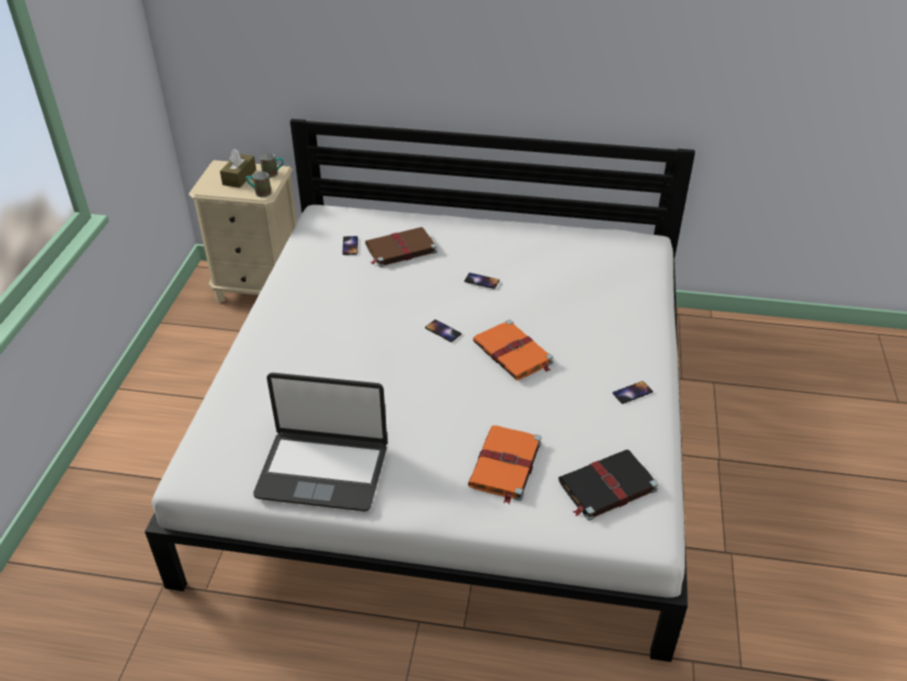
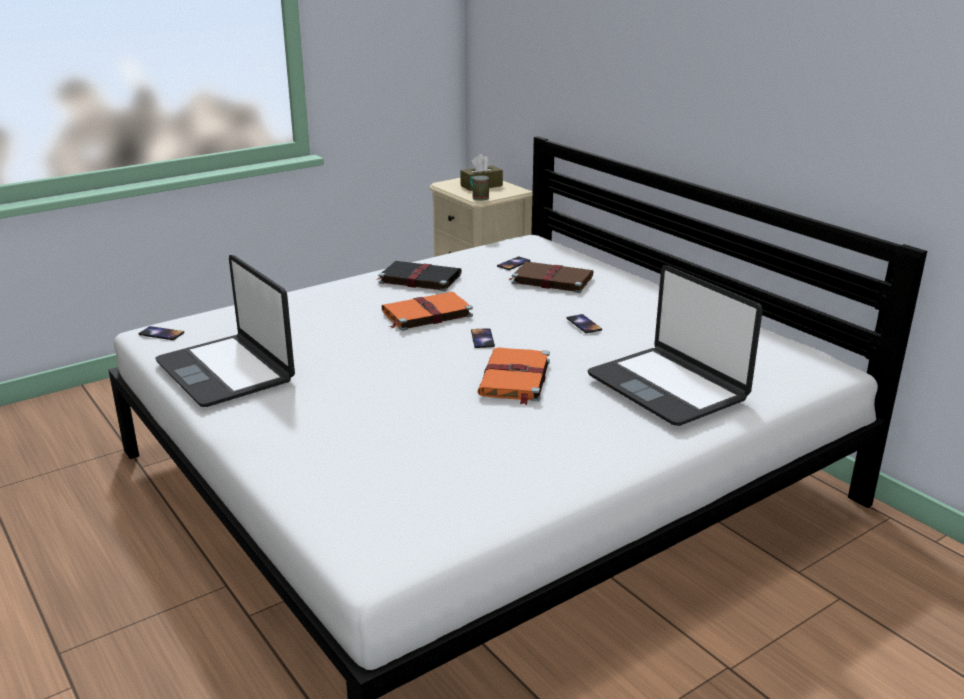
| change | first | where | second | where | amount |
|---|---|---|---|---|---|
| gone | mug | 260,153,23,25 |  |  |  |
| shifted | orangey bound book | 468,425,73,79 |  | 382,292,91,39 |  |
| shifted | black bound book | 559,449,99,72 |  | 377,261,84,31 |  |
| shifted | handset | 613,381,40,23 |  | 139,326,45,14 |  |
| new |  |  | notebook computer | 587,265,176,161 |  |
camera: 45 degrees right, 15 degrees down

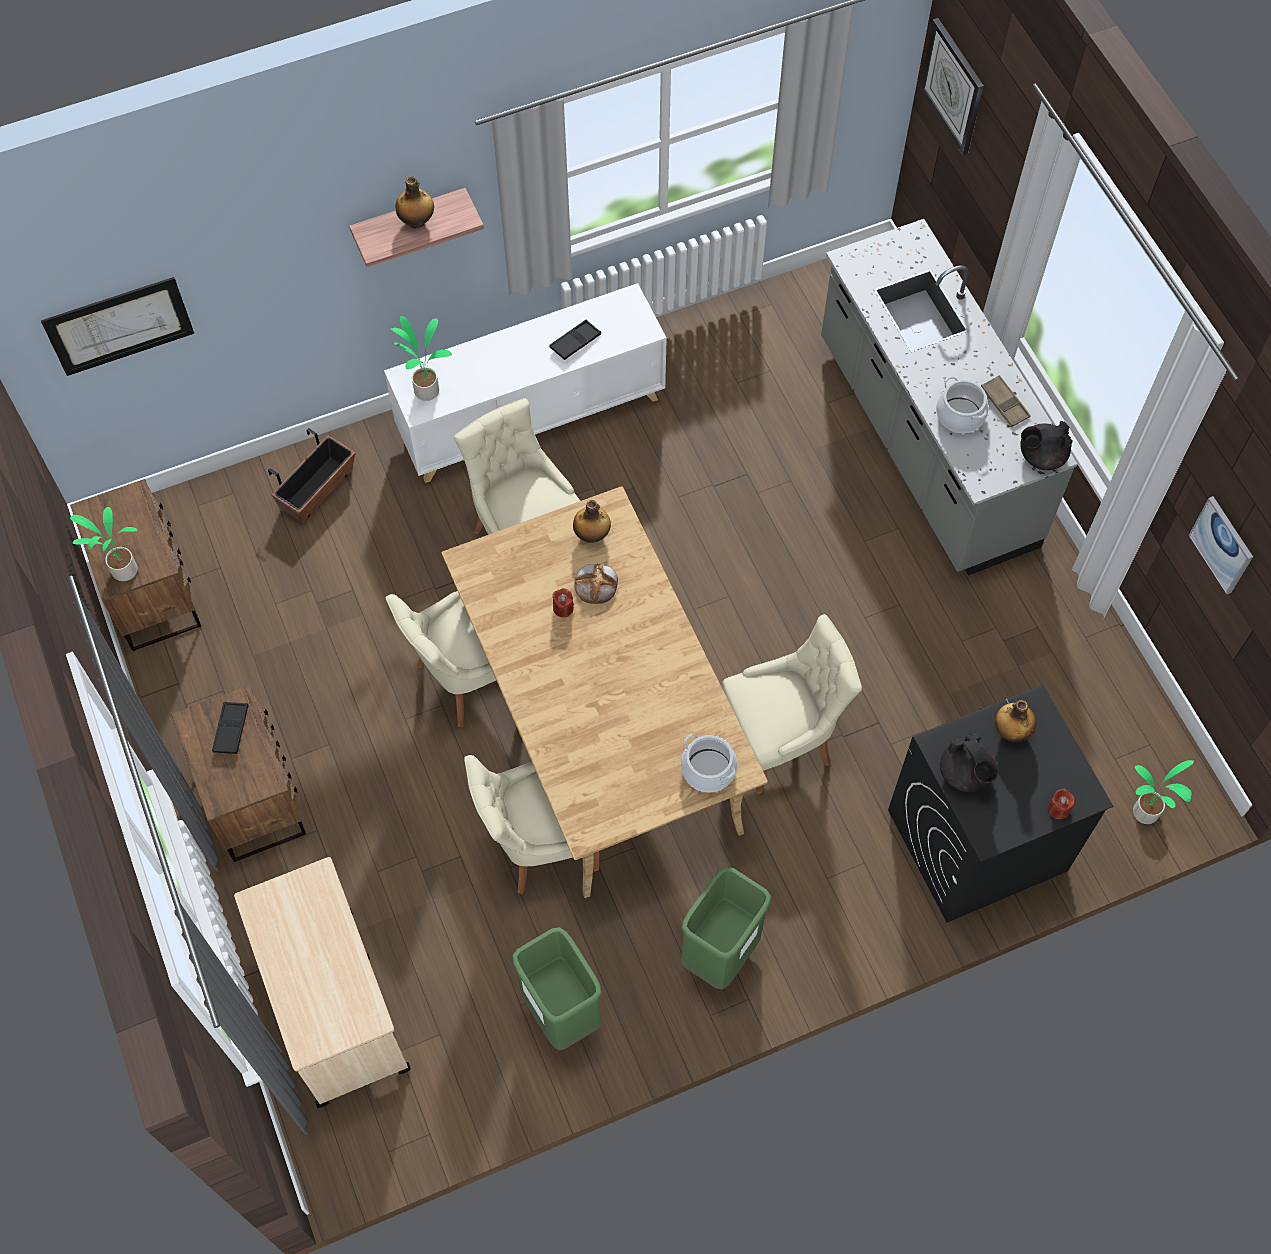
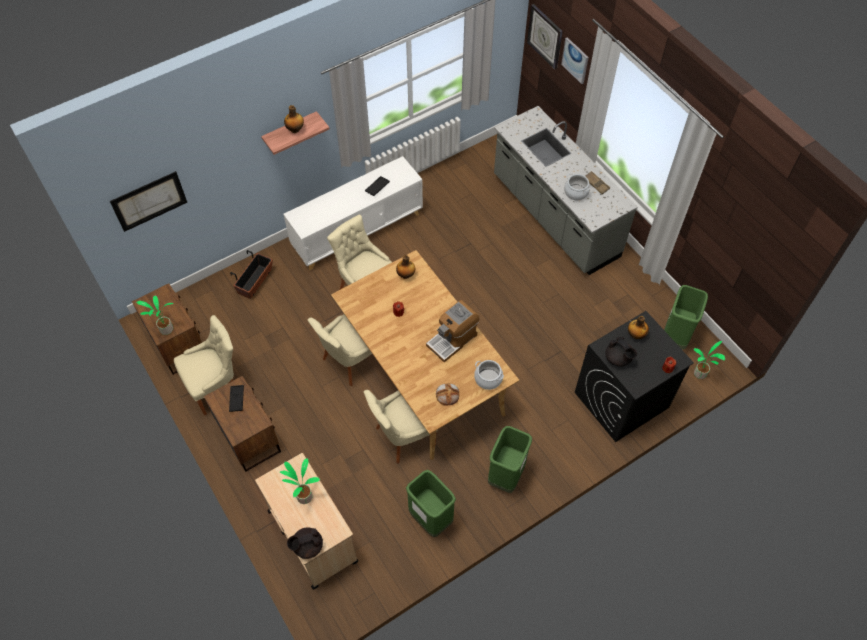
| change | first | where | second | where | amount |
|---|---|---|---|---|---|
| shifted | potted plant | 391,316,61,85 |  | 280,459,40,45 |  |
| shifted | bakery bread | 575,564,43,40 |  | 436,383,23,23 |  |
| shifted | beige chair | 722,614,140,180 |  | 174,315,60,101 |  |
| shifted | black teapot | 1020,421,53,49 |  | 287,528,36,31 |  |
| shifted | picture | 1189,496,64,98 |  | 561,37,28,47 |  |
| new |  |  | coffee maker | 426,300,54,62 |  |
| new |  |  | green waste bin | 664,285,44,64 |  |
camera: 10 degrees left, 5 degrees down

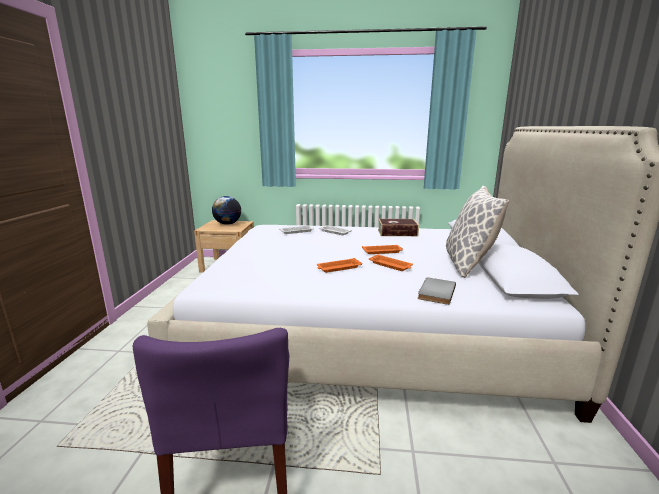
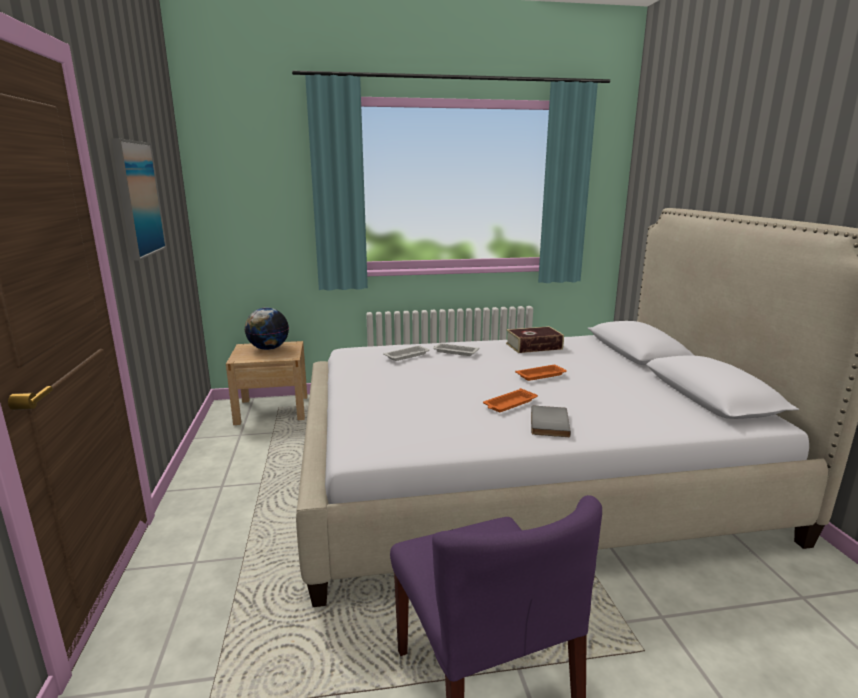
| change | first | where | second | where | amount |
|---|---|---|---|---|---|
| gone | orangey carrying tray | 369,254,44,17 |  |  |  |
| shifted | greyish bound book | 418,278,38,27 |  | 531,406,40,31 |  |
| gone | cushion | 446,186,63,92 |  |  |  |
| new |  |  | picture | 111,138,56,123 |  |
camera: 15 degrees left, 0 degrees up

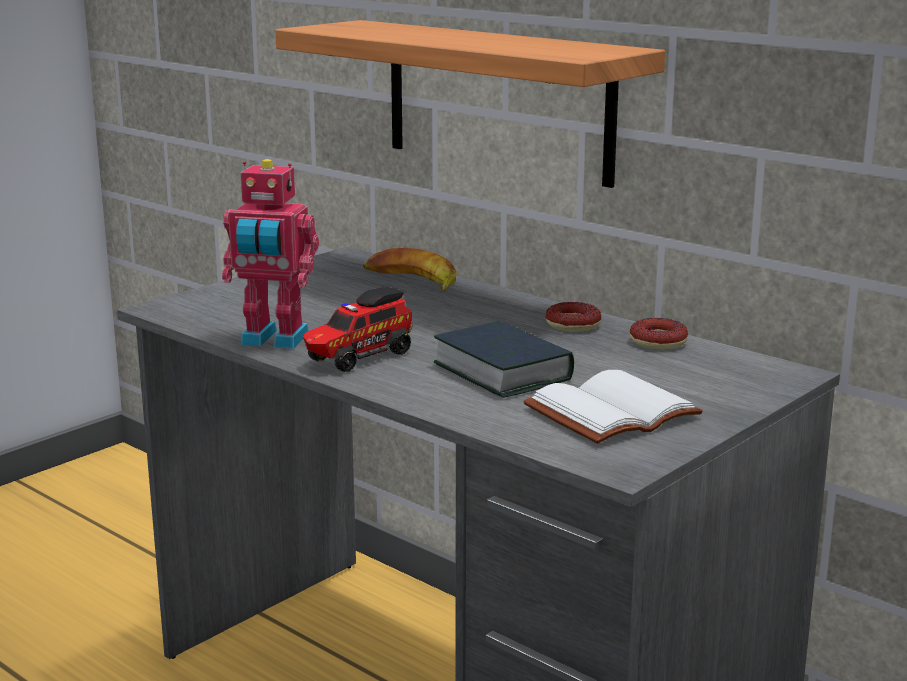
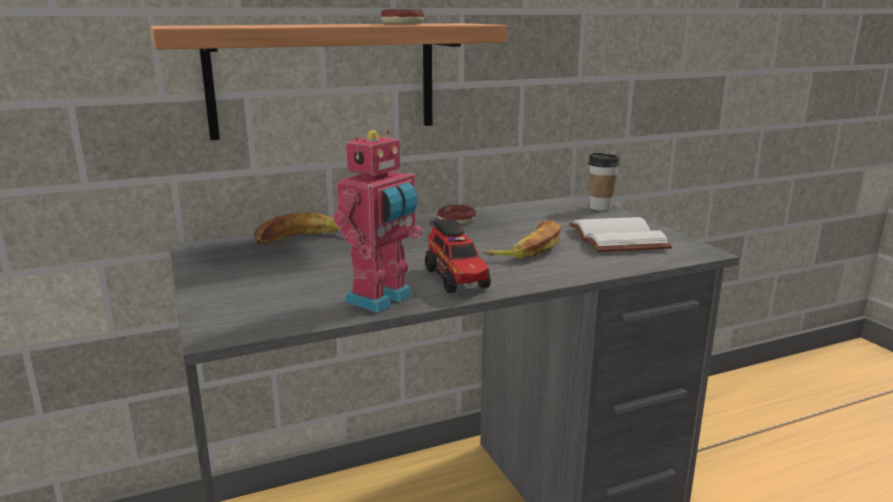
| change | first | where | second | where | amount |
|---|---|---|---|---|---|
| swapped | bound book | 434,321,140,77 | banana | 483,220,77,39 |  |
| shifted | ring doughnut | 630,318,58,32 |  | 381,9,43,15 |  |
| new |  |  | drinking cup | 588,153,32,58 |  |
camera: 65 degrees left, 0 degrees up

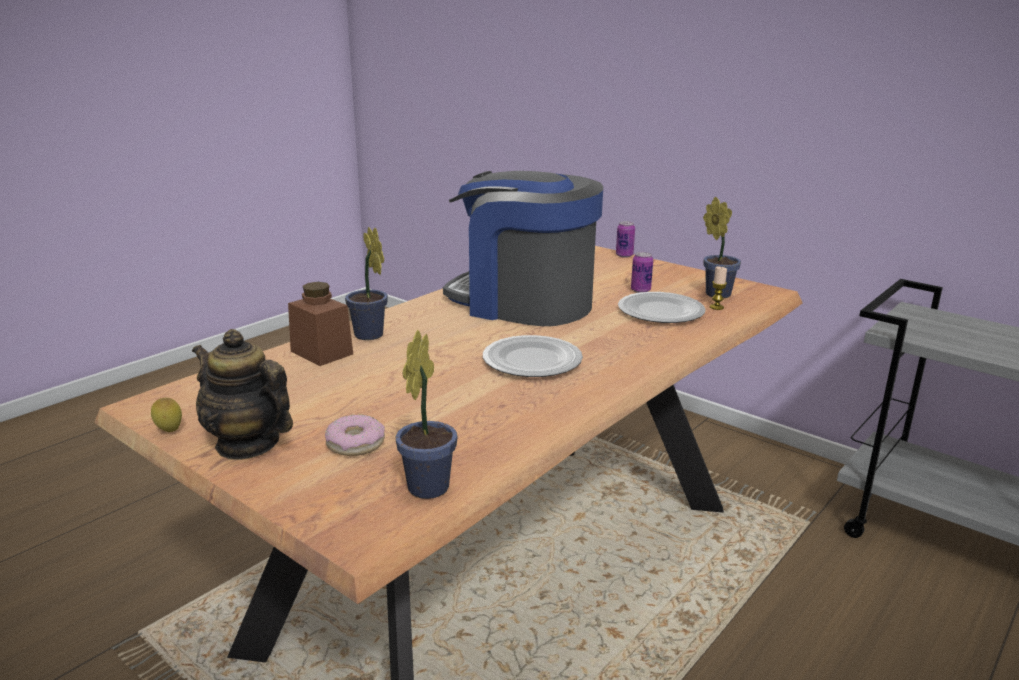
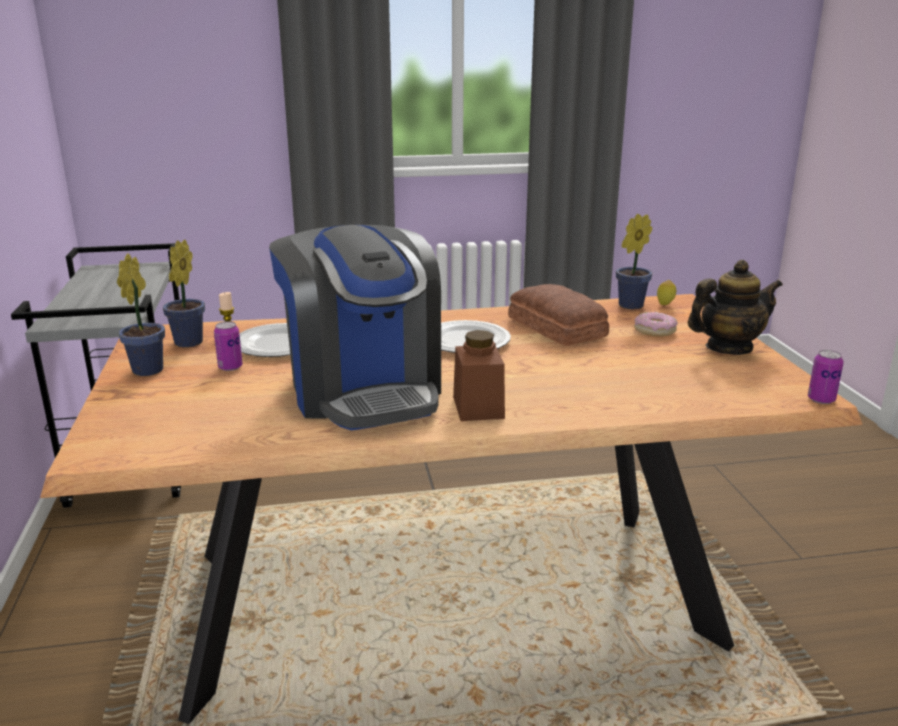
| change | first | where | second | where | amount |
|---|---|---|---|---|---|
| shifted | whole lemon | 151,398,31,34 |  | 657,280,19,25 |  |
| rotated | teapot | 192,329,101,131 |  | 688,260,95,95 | 90 degrees counterclockwise |
| shifted | brownish preserve jar | 288,282,65,84 |  | 453,330,52,91 |  |
| shifted | potted plant | 345,227,43,113 |  | 117,253,48,123 |  |
| shifted | can | 616,221,19,37 |  | 808,350,36,54 |  |
| new |  |  | bakery bread | 508,284,101,62 |  |
camera: 140 degrees left, 0 degrees up

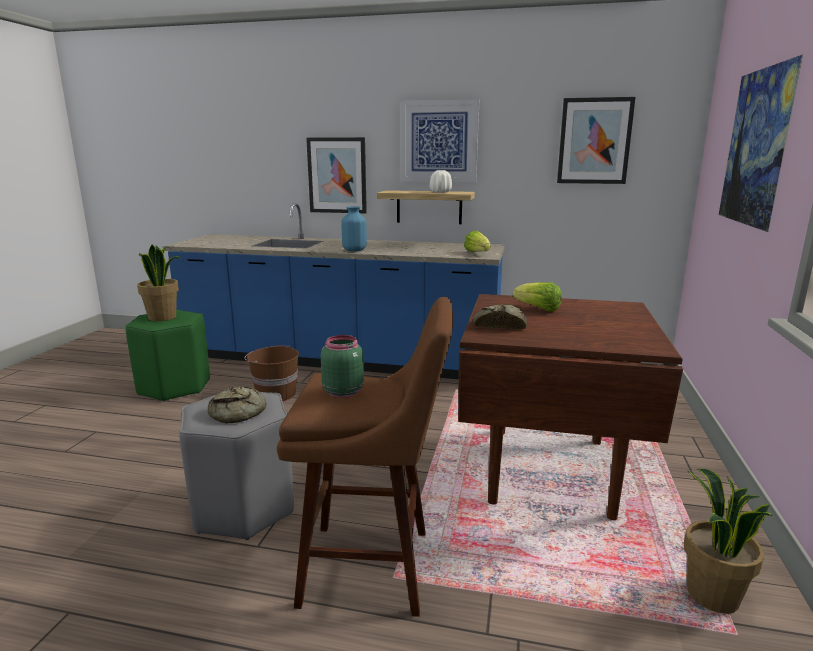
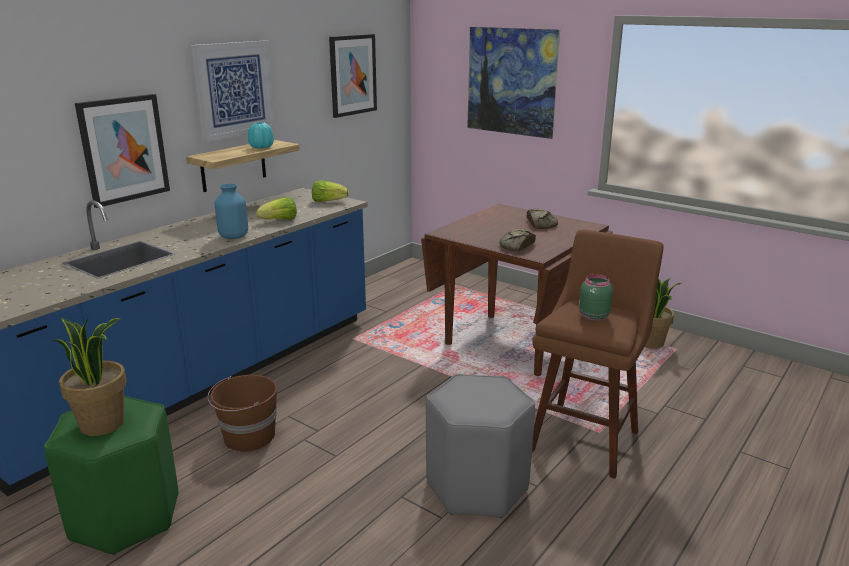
| change | first | where | second | where | amount |
|---|---|---|---|---|---|
| shifted | bakery bread | 208,386,59,37 |  | 527,208,31,21 |  |
| repainted | white-coloured flower vase | 430,170,22,23 | turquoise flower vase | 248,122,26,27 |  |
| shifted | head of lettuce | 513,282,49,30 |  | 256,197,41,23 |  |
camera: 65 degrees left, 5 degrees up

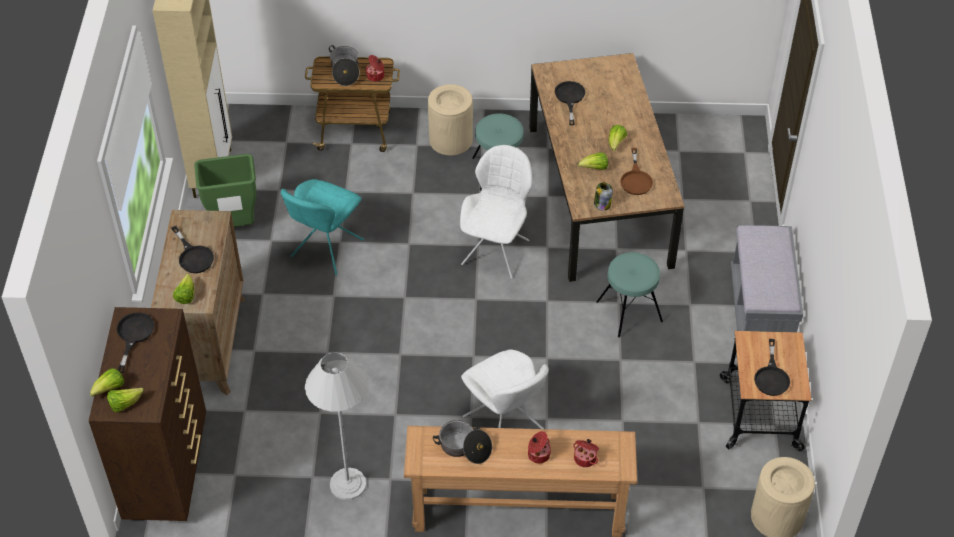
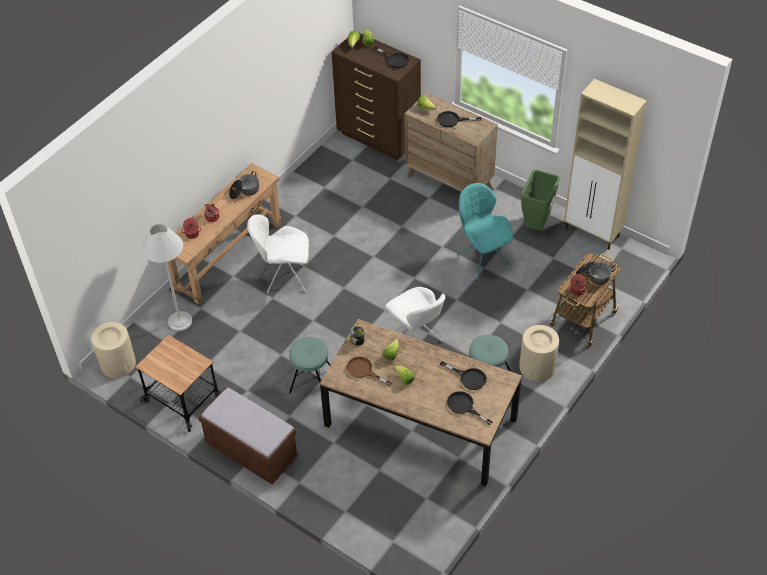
| change | first | where | second | where | amount |
|---|---|---|---|---|---|
| shifted | white-coloured floor lamp | 305,352,63,148 |  | 142,224,50,107 |  |
| repainted | greyish long seat | 731,225,72,107 | brownish long seat | 198,387,101,98 |  |
| shifted | black pan | 754,339,36,57 |  | 447,391,45,34 |  |
camera: 125 degrees right, 0 degrees up

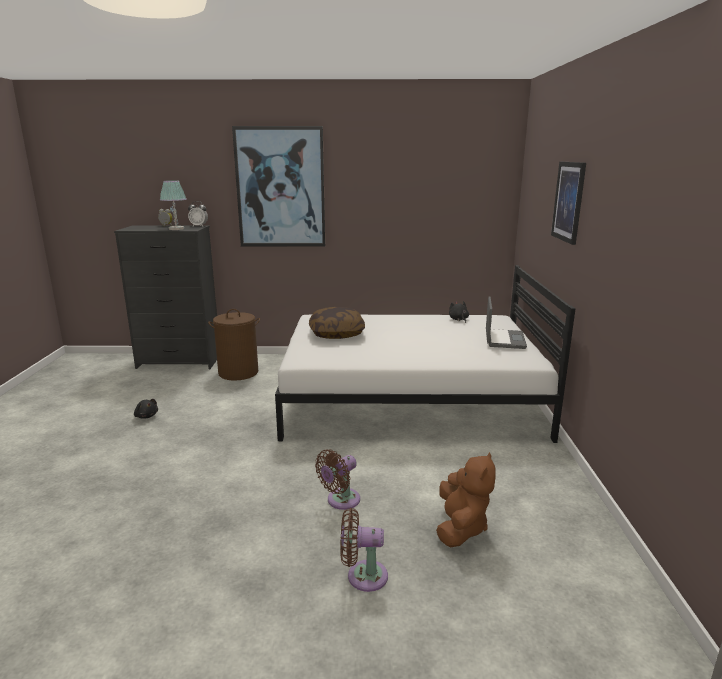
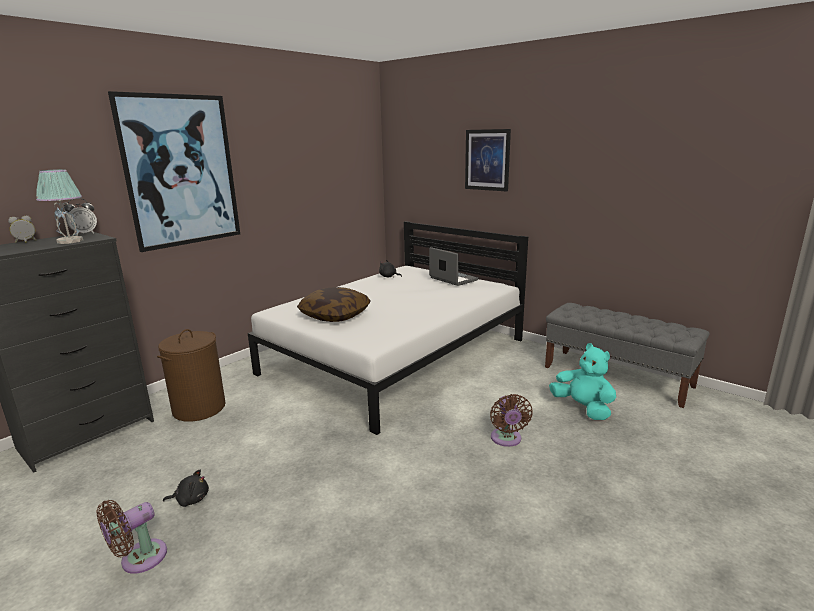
| change | first | where | second | where | amount |
|---|---|---|---|---|---|
| shifted | brownish electric fan | 340,508,48,84 |  | 96,500,71,74 |  |
| repainted | brownish plush toy | 436,452,60,95 | turquoise plush toy | 549,343,67,77 |  |
| new |  |  | greyish long seat | 545,303,165,105 |  |
camera: 50 degrees left, 0 degrees up

